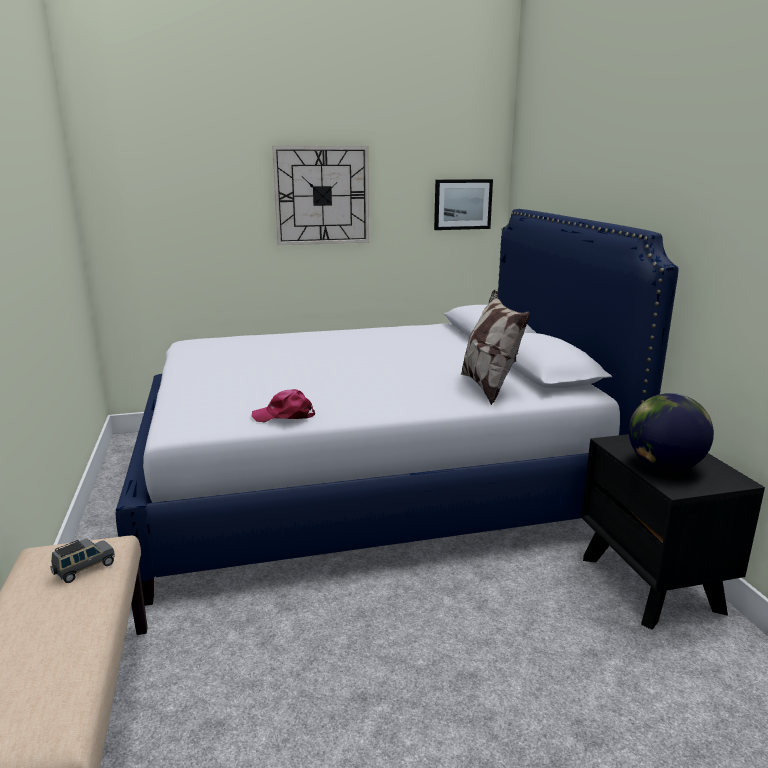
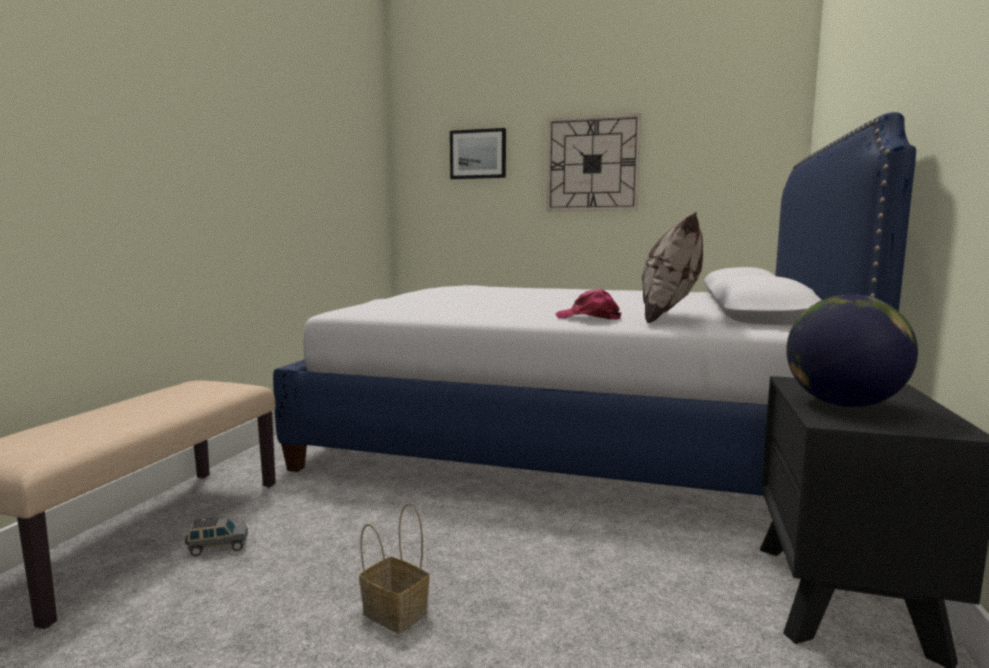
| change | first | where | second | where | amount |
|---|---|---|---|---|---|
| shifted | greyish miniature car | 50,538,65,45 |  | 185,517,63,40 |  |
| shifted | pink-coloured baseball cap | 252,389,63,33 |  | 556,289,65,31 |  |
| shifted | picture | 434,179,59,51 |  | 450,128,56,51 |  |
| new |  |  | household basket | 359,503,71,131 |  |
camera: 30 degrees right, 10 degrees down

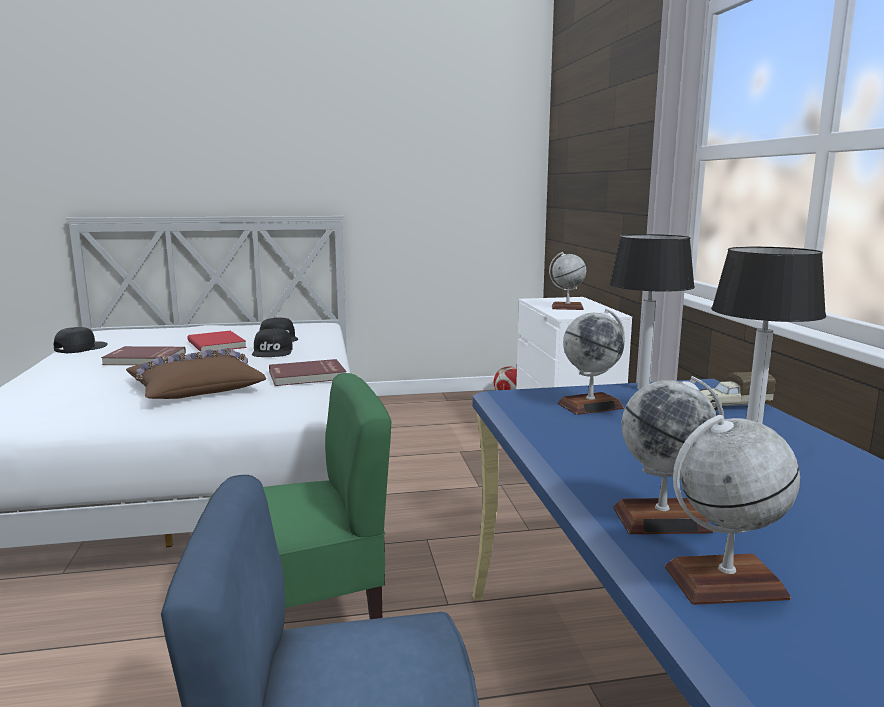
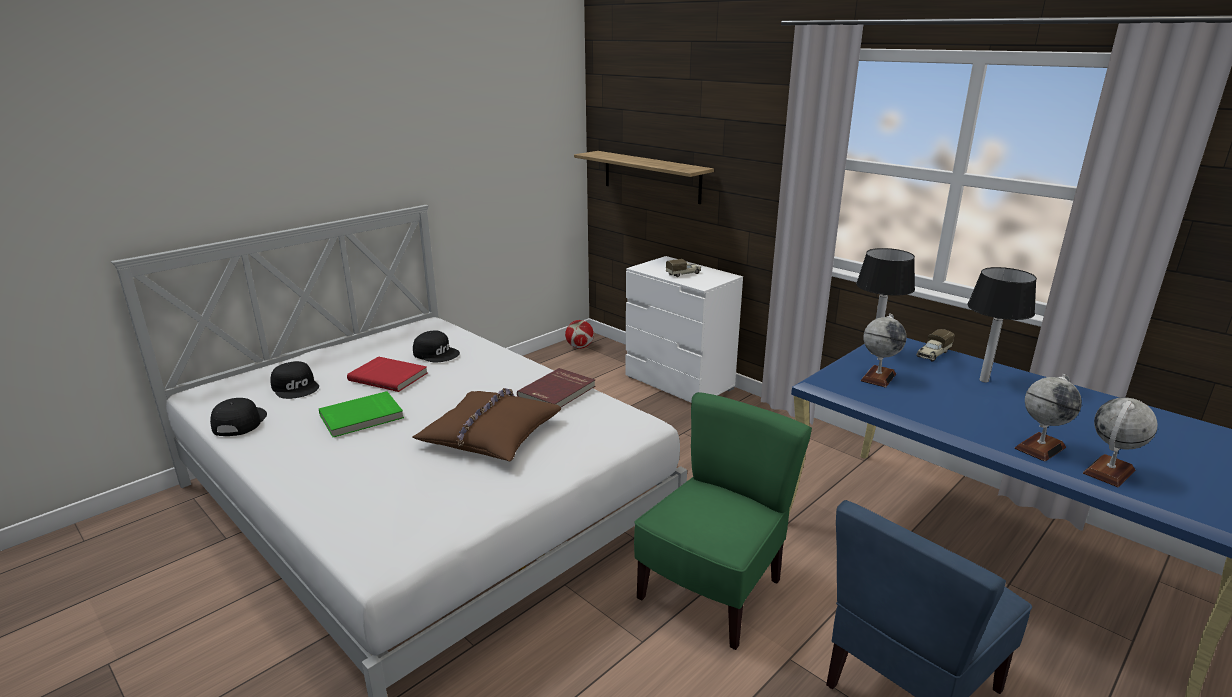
| change | first | where | second | where | amount |
|---|---|---|---|---|---|
| repainted | red-coloured bound book | 101,346,85,19 | green bound book | 319,391,85,46 |  |
| shifted | black baseball cap | 252,328,41,29 |  | 270,361,49,38 |  |
| swapped | globe | 549,252,37,58 | toy truck | 666,259,35,18 |  |
| new |  |  | wall shelf | 574,151,140,53 |  |
camera: 35 degrees left, 10 degrees up

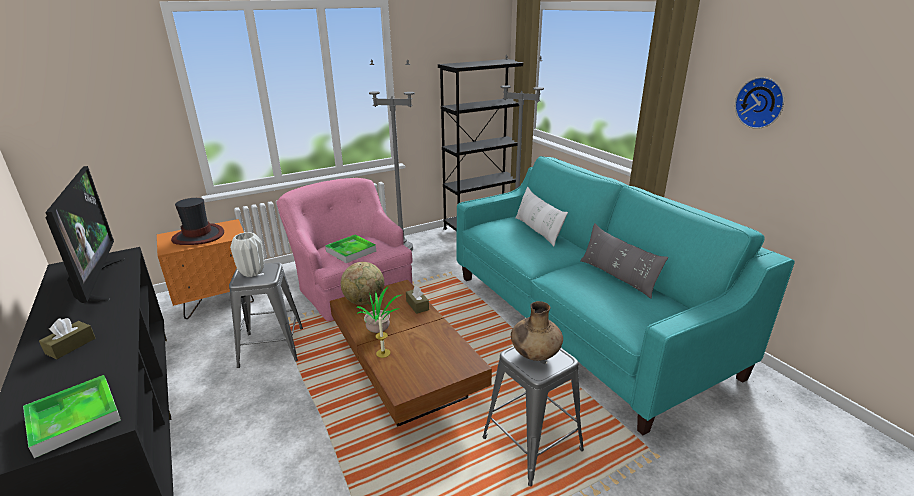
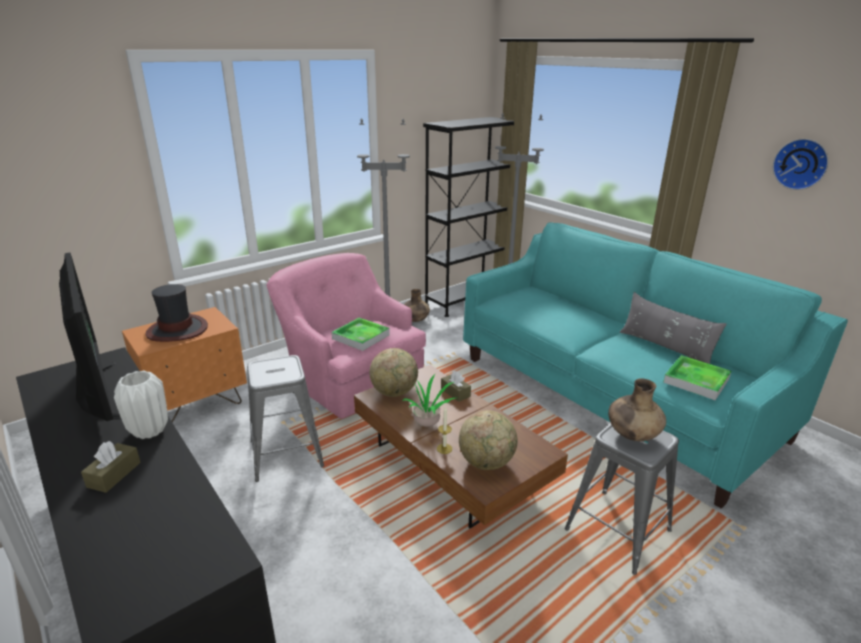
| change | first | where | second | where | amount |
|---|---|---|---|---|---|
| shifted | carrying tray | 23,375,98,83 |  | 663,355,68,45 |  |
| shifted | white-coloured flower vase | 230,232,34,45 |  | 114,371,54,68 |  |
| gone | white-coloured cushion | 515,187,53,59 |  |  |  |
| new |  |  | brownish flower vase | 404,289,26,33 |  |
| new |  |  | globe | 459,410,59,60 |  |
camera: 10 degrees left, 0 degrees up

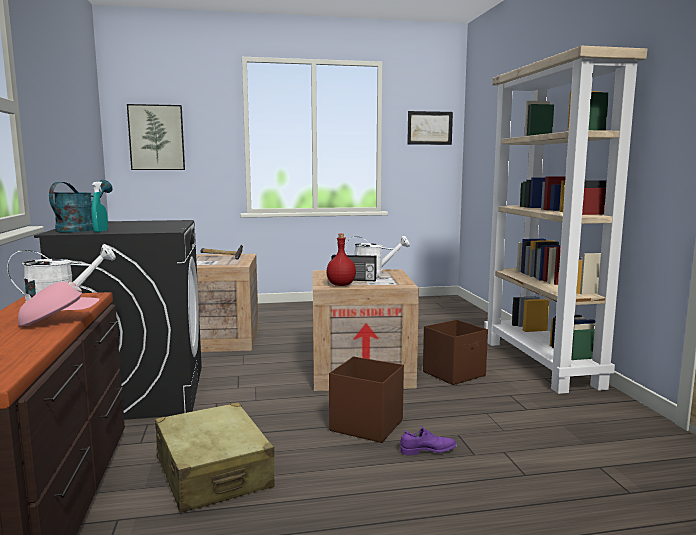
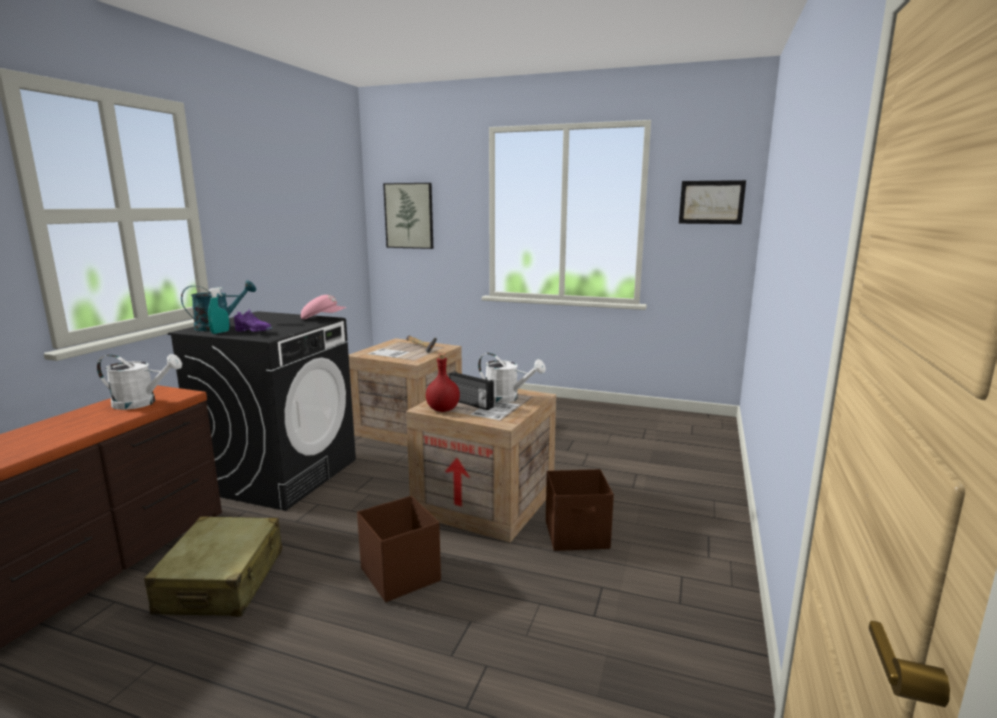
| change | first | where | second | where | amount |
|---|---|---|---|---|---|
| shifted | pink-coloured baseball cap | 18,281,82,45 |  | 301,295,45,24 |  |
| shifted | purple item of footwear | 400,426,57,29 |  | 234,309,38,23 |  |
| gone | beige shelving unit | 484,46,163,348 |  |  |  |
camera: 30 degrees right, 5 degrees up

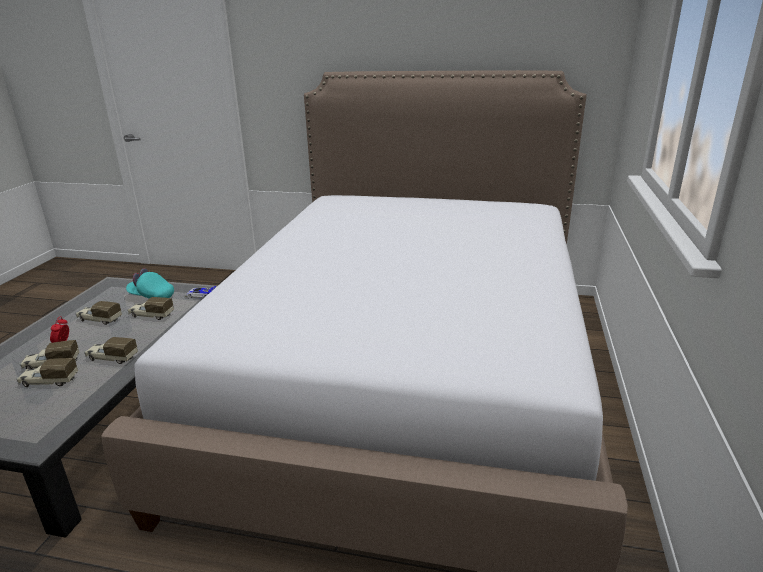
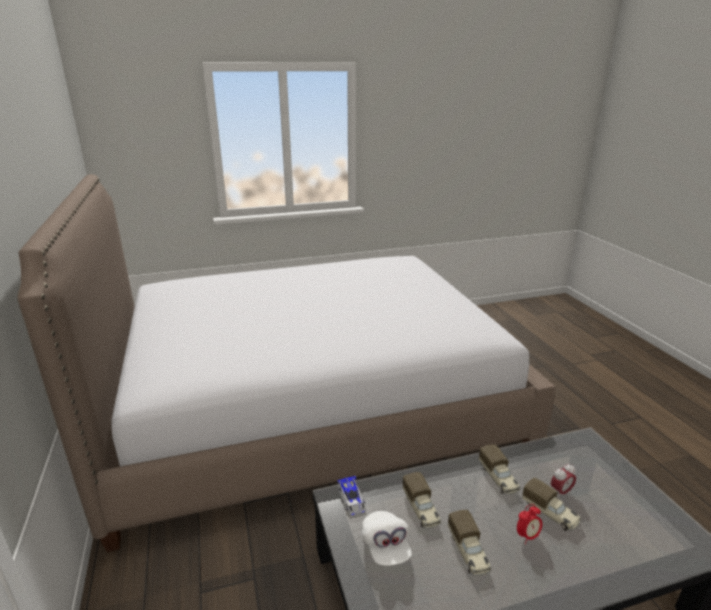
| change | first | where | second | where | amount |
|---|---|---|---|---|---|
| swapped | toy truck | 16,358,62,29 | table clock | 551,464,25,34 |  |
| repainted | turquoise baseball cap | 126,268,48,30 | white-coloured baseball cap | 362,511,50,55 |  |
camera: 120 degrees left, 0 degrees up

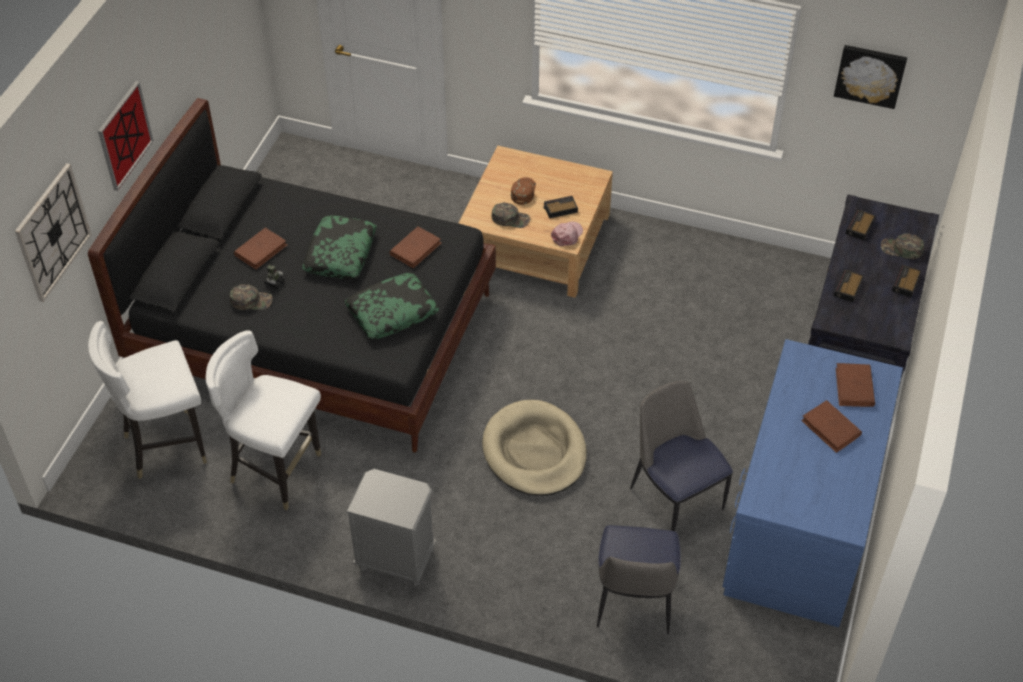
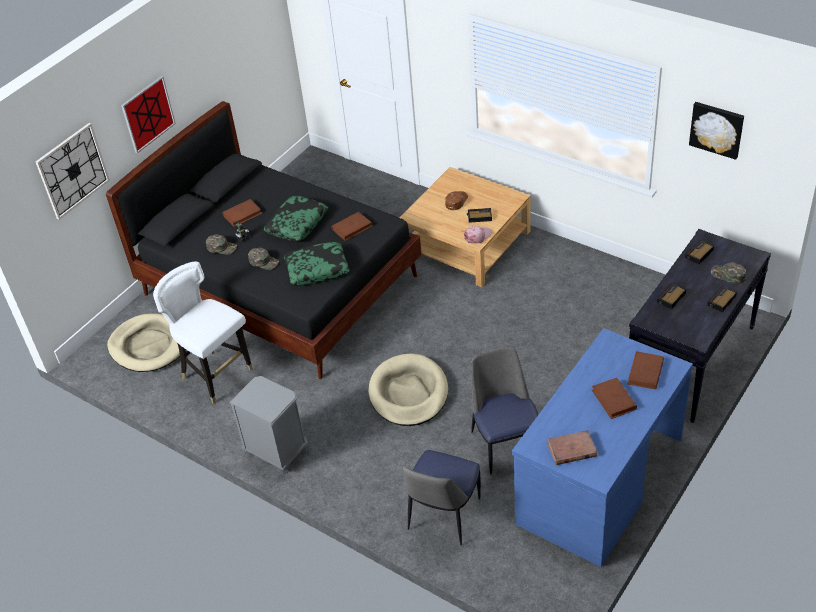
| change | first | where | second | where | amount |
|---|---|---|---|---|---|
| swapped | white-coloured chair | 88,321,119,158 | beige dog bed | 107,313,73,59 |  |
| shifted | green baseball cap | 491,202,39,26 |  | 248,248,31,22 |  |
| new |  |  | brownish bound book | 547,430,50,35 |  |
camera: 20 degrees right, 5 degrees down

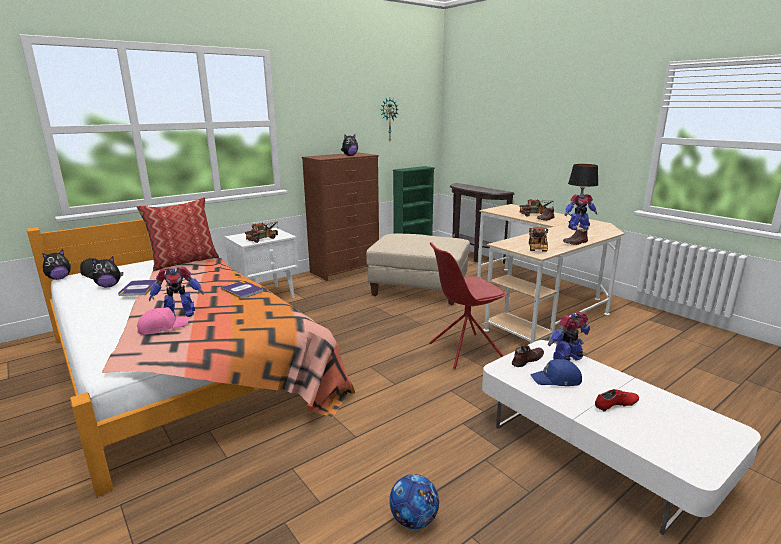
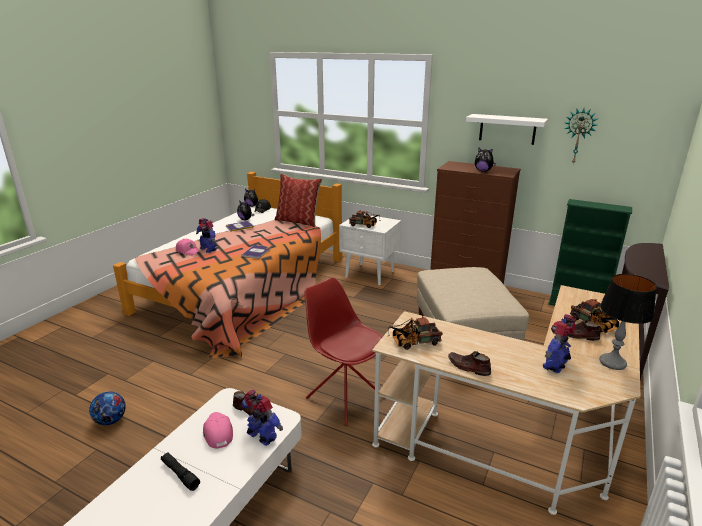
| change | first | where | second | where | amount |
|---|---|---|---|---|---|
| repainted | blue baseball cap | 530,359,52,27 | pink-coloured baseball cap | 203,412,30,37 |  |
| rotated | model robot | 565,194,32,36 |  | 543,314,33,59 | 75 degrees clockwise |
| swapped | red-coloured item of footwear | 595,389,44,23 | black hand torch | 161,452,39,39 |  |
| new |  |  | white-coloured wall shelf | 466,114,82,31 |  |
camera: 65 degrees right, 5 degrees up

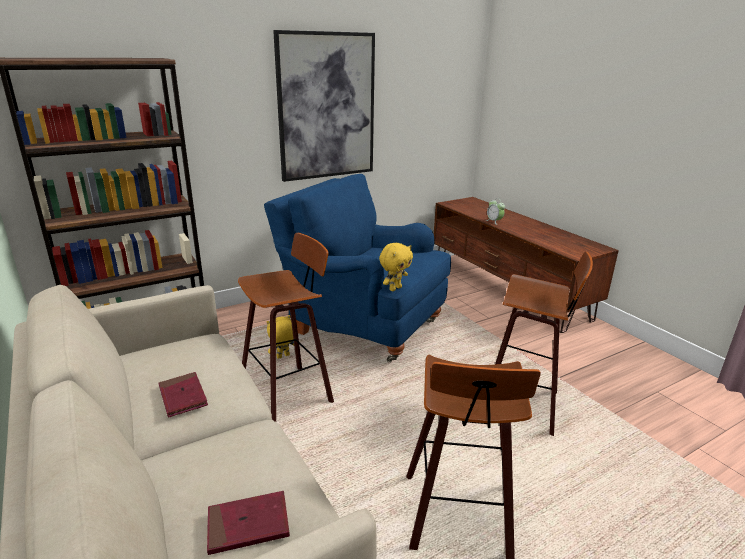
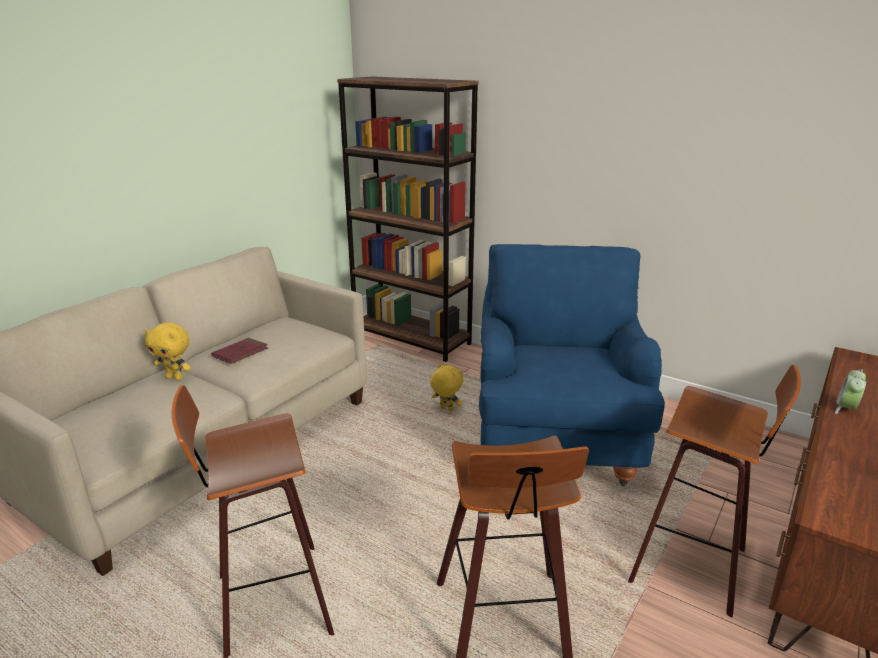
| change | first | where | second | where | amount |
|---|---|---|---|---|---|
| gone | red-coloured bound book | 207,491,83,64 |  |  |  |
| shifted | stool seat | 238,233,96,189 |  | 628,365,173,252 |  |
| gone | picture | 273,30,102,152 |  |  |  |
| shifted | yellowish plush toy | 379,243,34,48 |  | 144,322,47,58 |  |
camera: 65 degrees right, 0 degrees up

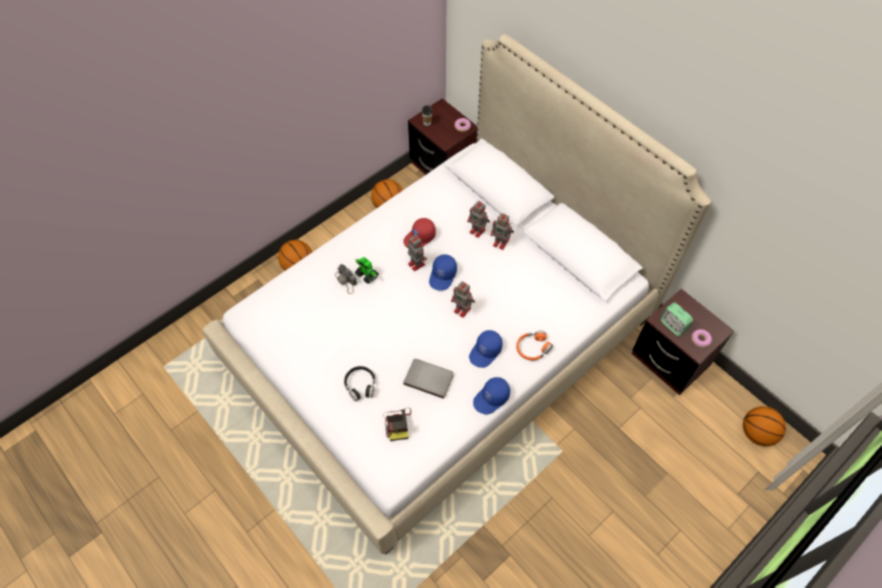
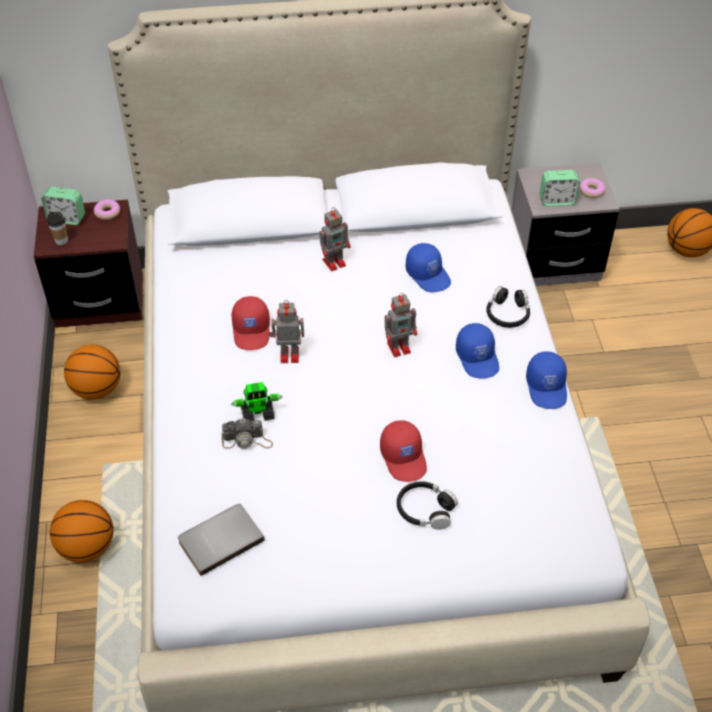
| change | first | where | second | where | amount |
|---|---|---|---|---|---|
| gone | still camera | 383,408,28,33 |  |  |  |
| shifted | greyish bound book | 403,359,51,40 |  | 178,504,87,72 |  |
| shifted | blue baseball cap | 429,254,28,37 |  | 405,243,46,49 |  |
| gone | model robot | 467,201,23,37 |  |  |  |
| repainted | orangey headset | 516,331,37,29 | black headset | 486,286,44,42 |  |
| repainted | brownish bedside table | 632,289,102,106 | greyish bedside table | 511,163,108,123 |  |
| new |  |  | table clock | 41,187,44,38 |  |
| new |  |  | red-coloured baseball cap | 380,420,47,62 |  |
camera: 55 degrees left, 10 degrees down

